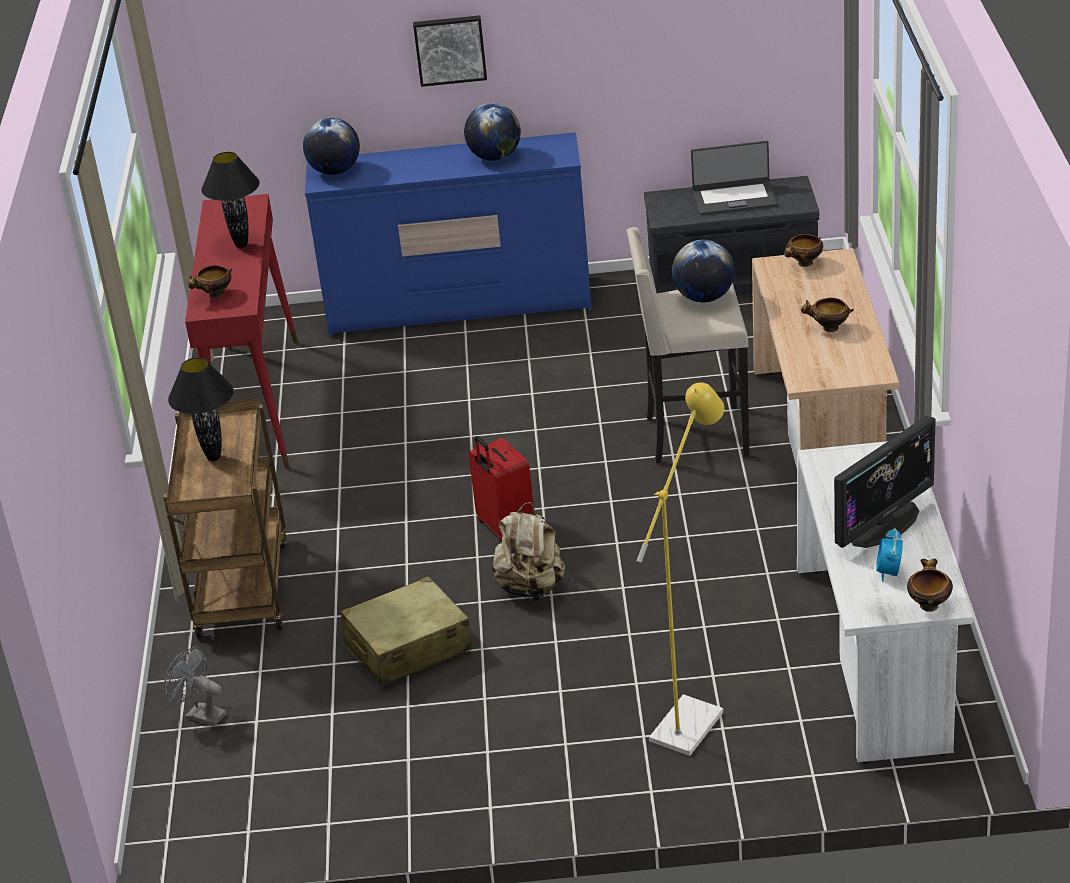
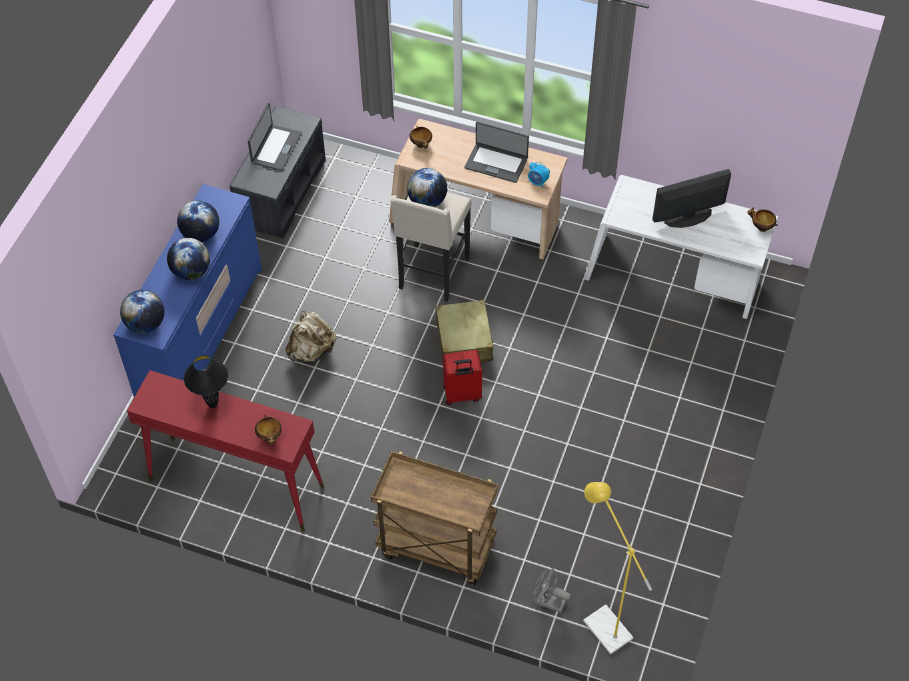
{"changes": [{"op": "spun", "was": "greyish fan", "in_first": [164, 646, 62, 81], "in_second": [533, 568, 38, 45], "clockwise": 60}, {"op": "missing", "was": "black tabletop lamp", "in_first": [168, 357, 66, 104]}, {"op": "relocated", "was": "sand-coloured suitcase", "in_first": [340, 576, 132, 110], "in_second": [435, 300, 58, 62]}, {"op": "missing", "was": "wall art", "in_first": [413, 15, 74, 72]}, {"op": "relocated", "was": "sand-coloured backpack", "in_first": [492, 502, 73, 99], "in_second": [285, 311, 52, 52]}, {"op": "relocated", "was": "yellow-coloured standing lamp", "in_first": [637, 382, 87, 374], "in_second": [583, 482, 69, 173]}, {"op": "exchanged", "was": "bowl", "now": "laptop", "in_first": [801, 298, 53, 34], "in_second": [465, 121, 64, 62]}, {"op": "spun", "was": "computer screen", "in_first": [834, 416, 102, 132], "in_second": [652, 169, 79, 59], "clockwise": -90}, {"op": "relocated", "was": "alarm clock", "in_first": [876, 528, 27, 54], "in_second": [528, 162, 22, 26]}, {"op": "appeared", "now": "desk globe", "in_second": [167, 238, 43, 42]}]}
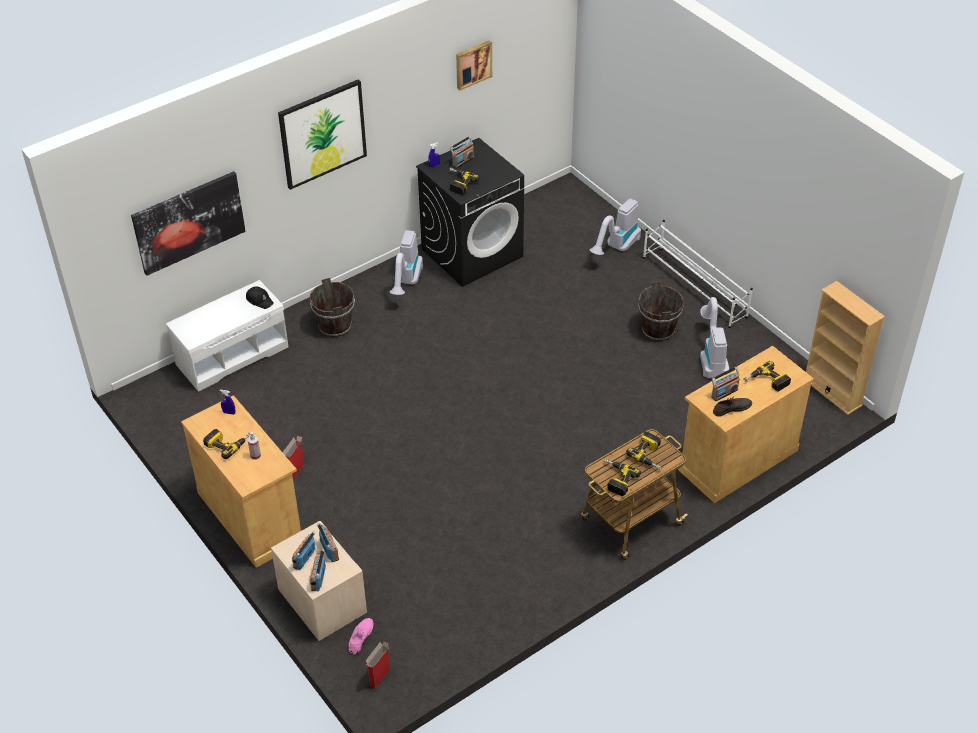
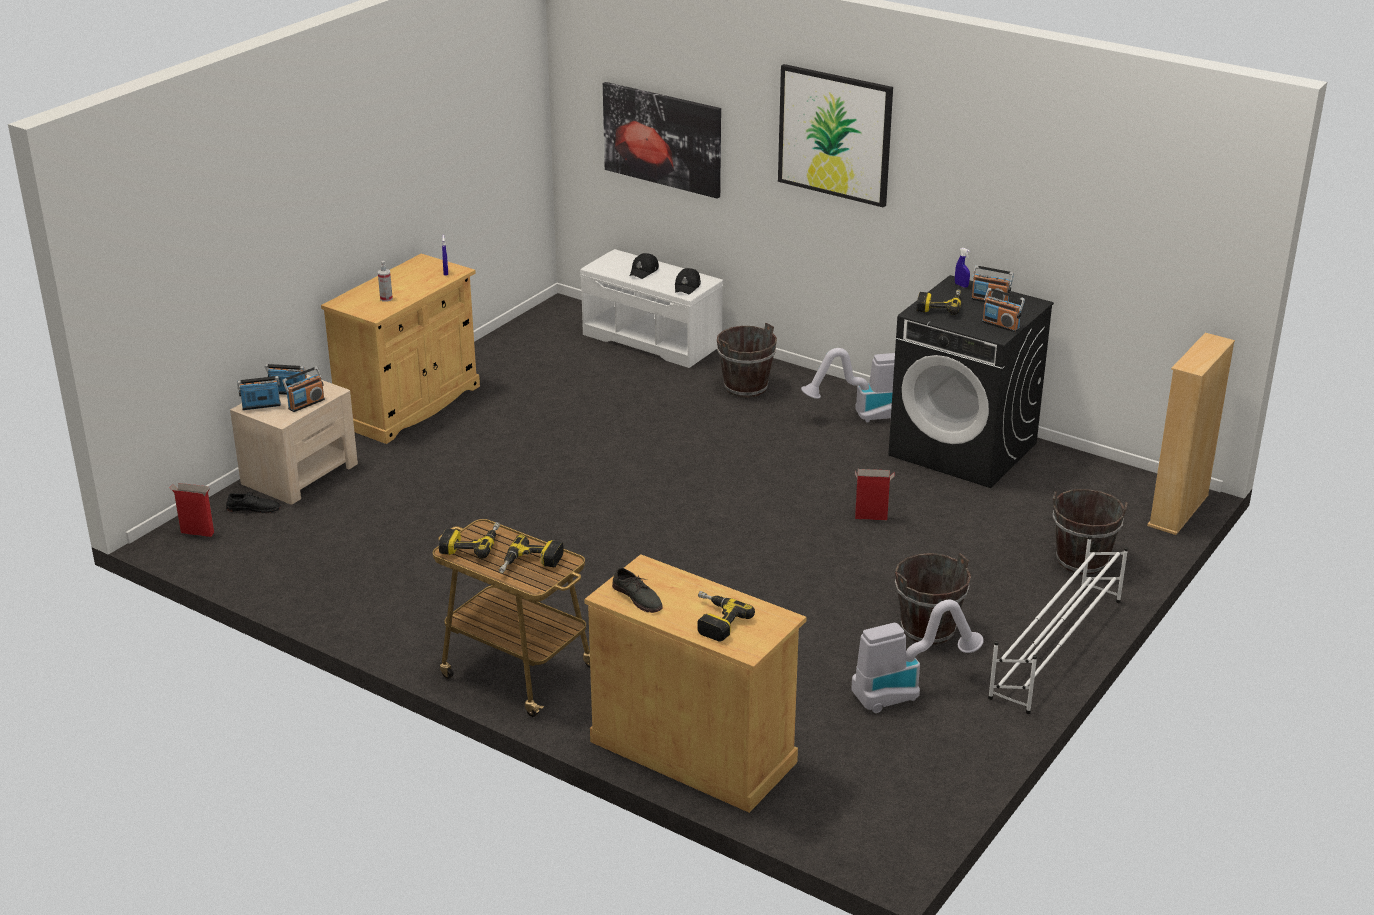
{"changes": [{"op": "missing", "was": "drill", "in_first": [203, 429, 47, 30]}, {"op": "relocated", "was": "carton", "in_first": [283, 436, 21, 44], "in_second": [855, 469, 39, 51]}, {"op": "colour", "was": "pink-coloured item of footwear", "now": "black item of footwear", "in_first": [349, 618, 25, 36], "in_second": [226, 492, 55, 21]}, {"op": "missing", "was": "wall art", "in_first": [456, 41, 36, 50]}, {"op": "exchanged", "was": "vacuum cleaner", "now": "brownish bucket", "in_first": [590, 198, 51, 57], "in_second": [1053, 489, 75, 86]}, {"op": "relocated", "was": "radio set", "in_first": [711, 367, 29, 34], "in_second": [982, 288, 43, 44]}, {"op": "relocated", "was": "sand-coloured shelving unit", "in_first": [806, 281, 79, 134], "in_second": [1147, 333, 88, 202]}, {"op": "appeared", "now": "black baseball cap", "in_second": [630, 253, 29, 26]}]}
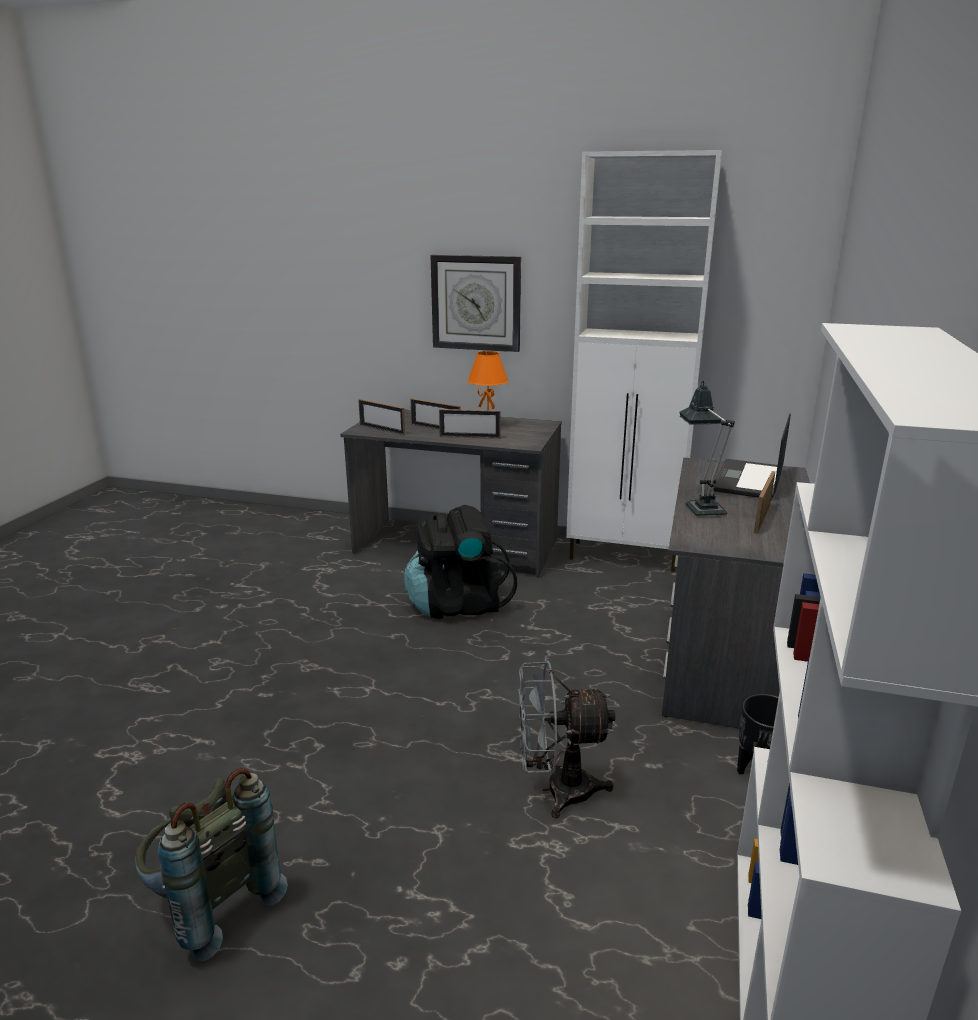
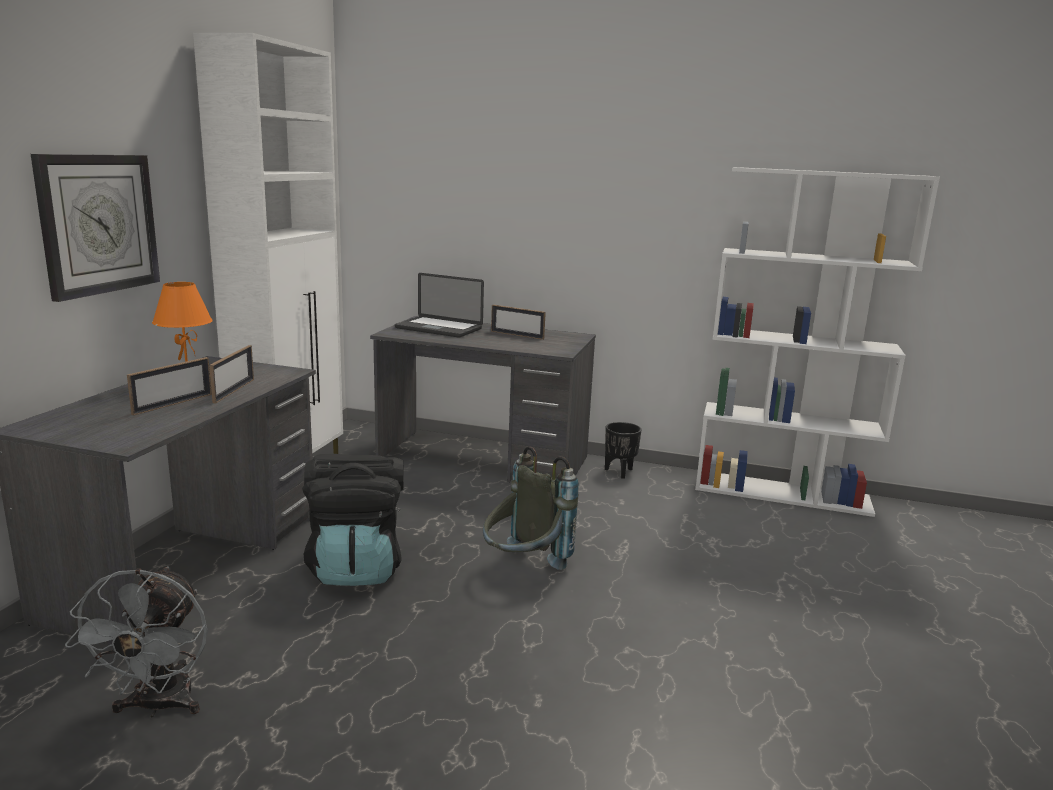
{"changes": [{"op": "relocated", "was": "greyish backpack", "in_first": [135, 768, 153, 193], "in_second": [483, 446, 96, 124]}, {"op": "missing", "was": "standing frame", "in_first": [358, 399, 47, 37]}, {"op": "relocated", "was": "greyish fan", "in_first": [518, 660, 98, 158], "in_second": [65, 566, 143, 152]}, {"op": "missing", "was": "tabletop lamp", "in_first": [680, 381, 55, 135]}]}
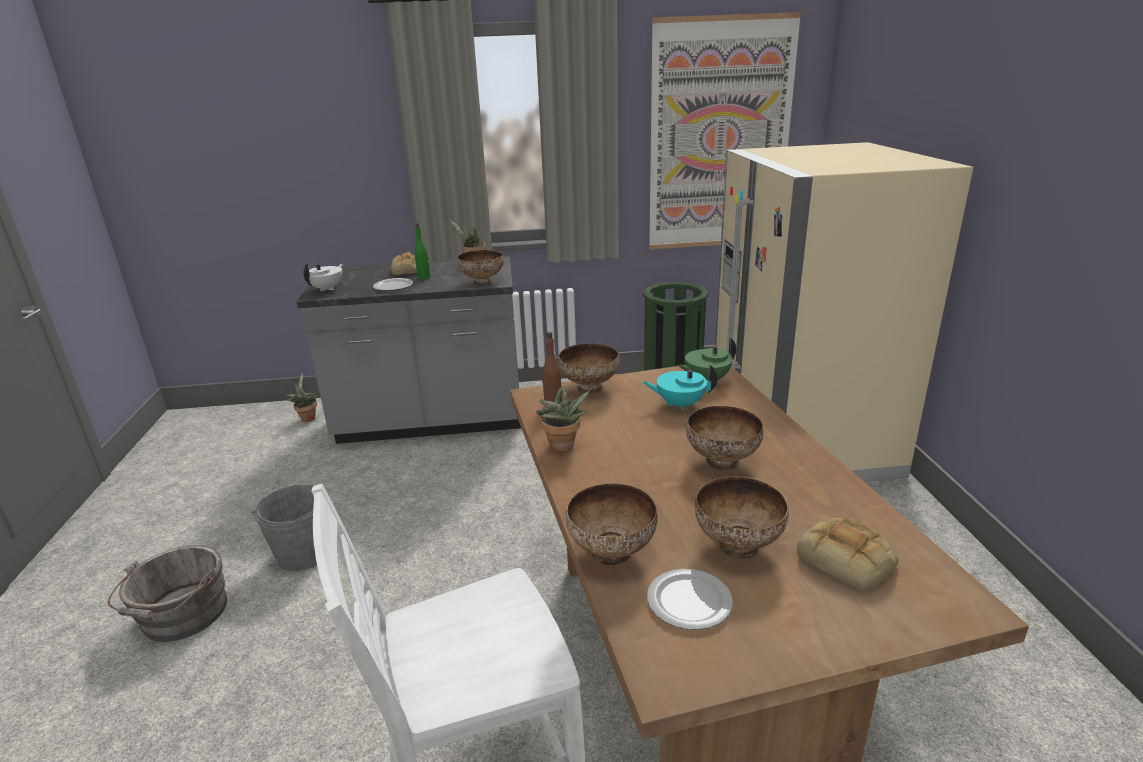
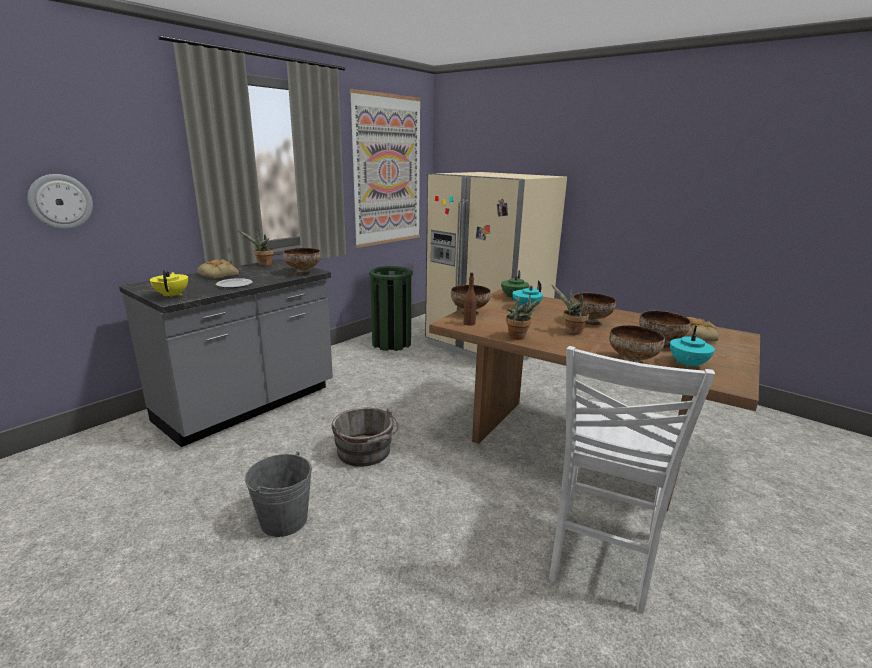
{"changes": [{"op": "relocated", "was": "greyish bucket", "in_first": [108, 545, 119, 97], "in_second": [332, 408, 66, 59]}, {"op": "relocated", "was": "plant in a pot", "in_first": [285, 373, 32, 49], "in_second": [551, 284, 38, 51]}, {"op": "colour", "was": "whitish pot for tea", "now": "yellow-coloured pot for tea", "in_first": [304, 264, 39, 28], "in_second": [150, 270, 38, 28]}, {"op": "missing", "was": "greenish beverage bottle", "in_first": [414, 223, 16, 56]}, {"op": "exchanged", "was": "dinner plate", "now": "turquoise-coloured pot for tea", "in_first": [647, 569, 86, 61], "in_second": [670, 326, 45, 43]}, {"op": "appeared", "now": "clock on the wall", "in_second": [27, 174, 66, 55]}]}
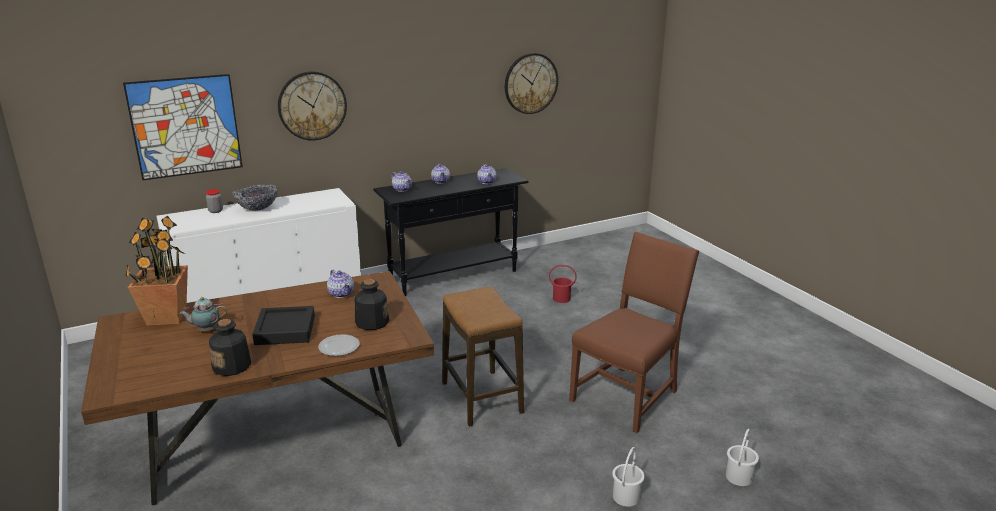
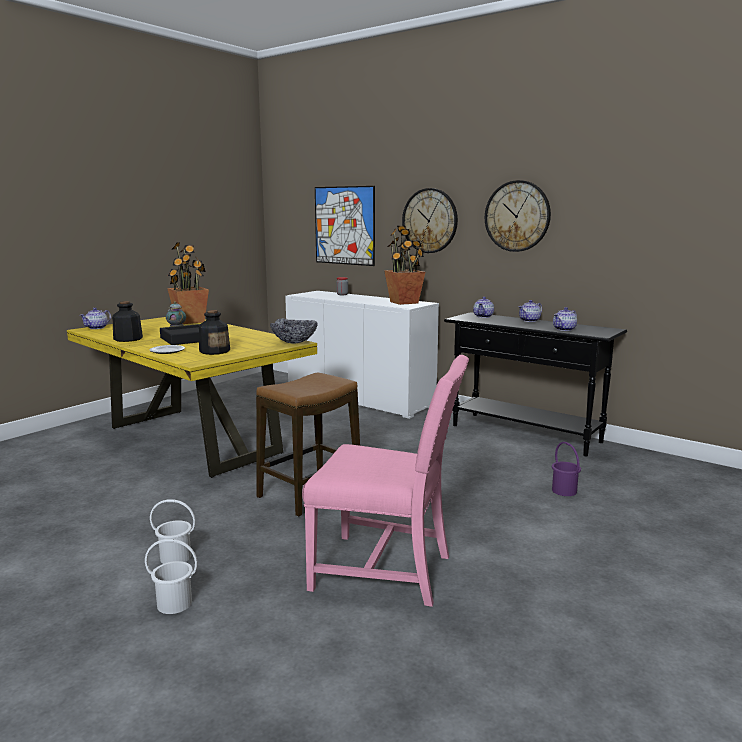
{"changes": [{"op": "colour", "was": "brownish kitchen table", "now": "yellow-coloured kitchen table", "in_first": [81, 271, 353, 234], "in_second": [67, 317, 250, 161]}, {"op": "relocated", "was": "bowl", "in_first": [233, 184, 45, 27], "in_second": [270, 318, 48, 26]}, {"op": "relocated", "was": "pot for tea", "in_first": [327, 270, 27, 28], "in_second": [80, 308, 31, 21]}, {"op": "relocated", "was": "clock on the wall", "in_first": [505, 53, 53, 61], "in_second": [485, 180, 66, 72]}, {"op": "colour", "was": "reddish bucket", "now": "purplish bucket", "in_first": [549, 265, 27, 38], "in_second": [552, 442, 29, 54]}, {"op": "colour", "was": "brownish plain chair", "now": "pink-coloured plain chair", "in_first": [569, 232, 130, 201], "in_second": [302, 355, 167, 252]}, {"op": "relocated", "was": "whitish bucket", "in_first": [726, 429, 33, 57], "in_second": [150, 499, 46, 65]}, {"op": "appeared", "now": "plant in a pot", "in_second": [384, 226, 41, 79]}]}
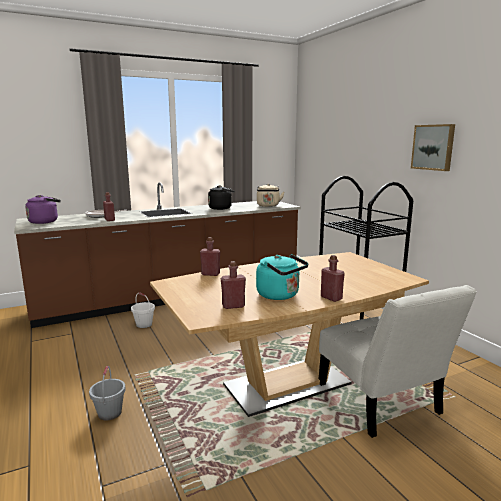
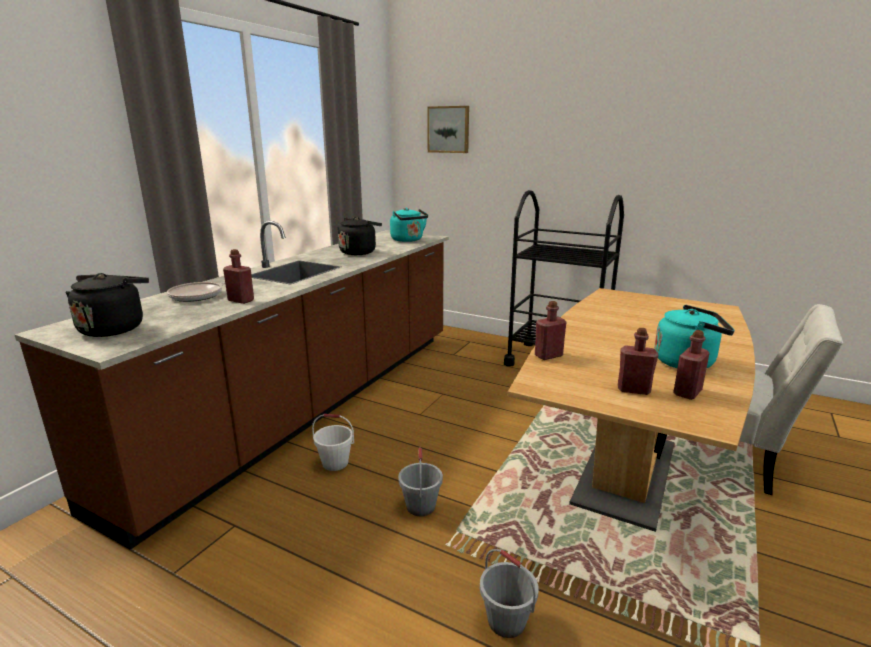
{"changes": [{"op": "colour", "was": "purplish water kettle", "now": "black water kettle", "in_first": [25, 195, 36, 29], "in_second": [65, 273, 84, 64]}, {"op": "colour", "was": "sand-coloured water kettle", "now": "turquoise-coloured water kettle", "in_first": [257, 184, 27, 23], "in_second": [390, 208, 38, 34]}, {"op": "relocated", "was": "reddish beverage bottle", "in_first": [321, 255, 24, 47], "in_second": [618, 328, 40, 67]}, {"op": "relocated", "was": "wall art", "in_first": [411, 124, 44, 47], "in_second": [427, 106, 42, 47]}, {"op": "appeared", "now": "greyish bucket", "in_second": [398, 447, 45, 69]}]}
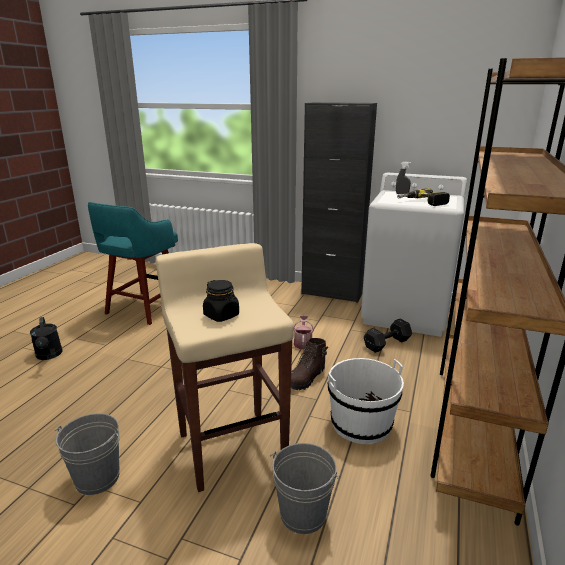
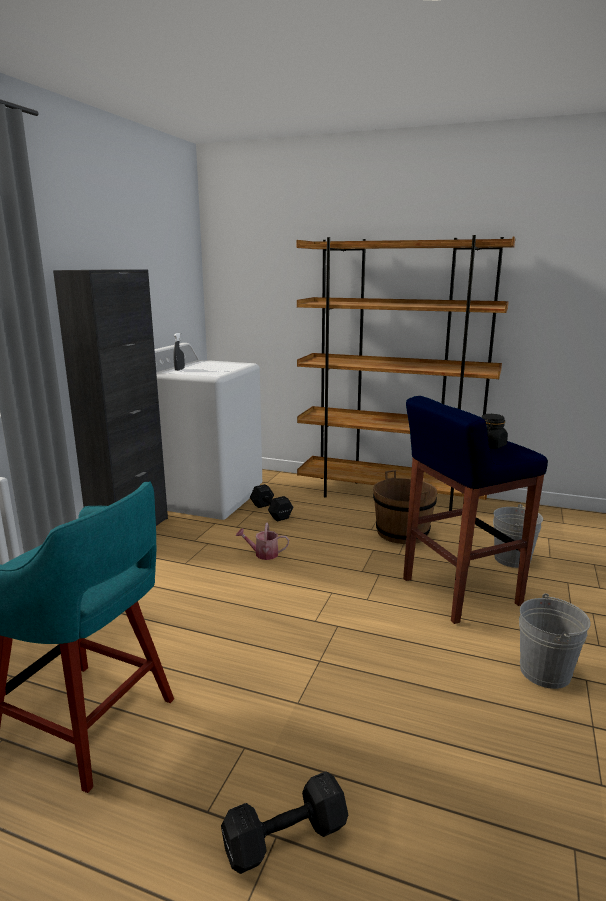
{"changes": [{"op": "exchanged", "was": "black watering pot", "now": "black free weight", "in_first": [30, 317, 32, 43], "in_second": [221, 771, 127, 103]}, {"op": "colour", "was": "sand-coloured stool", "now": "bluish stool", "in_first": [156, 243, 138, 249], "in_second": [403, 396, 145, 228]}, {"op": "missing", "was": "brownish high-top boot", "in_first": [291, 338, 37, 52]}, {"op": "colour", "was": "whitish bucket", "now": "brownish bucket", "in_first": [328, 358, 76, 86], "in_second": [373, 470, 64, 74]}, {"op": "missing", "was": "drill", "in_first": [397, 188, 53, 18]}]}
